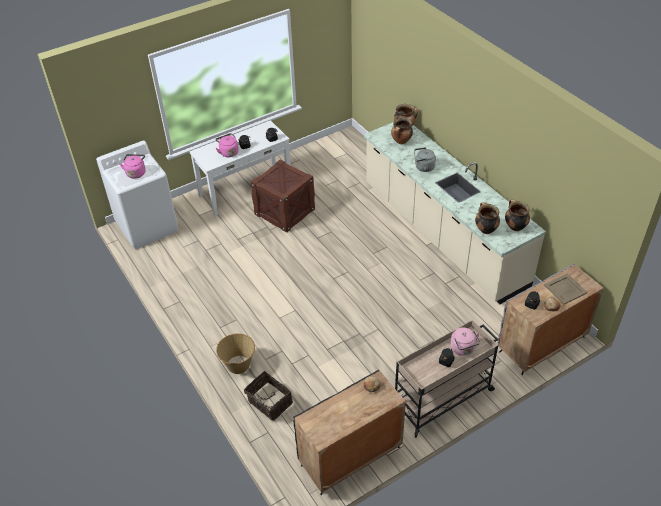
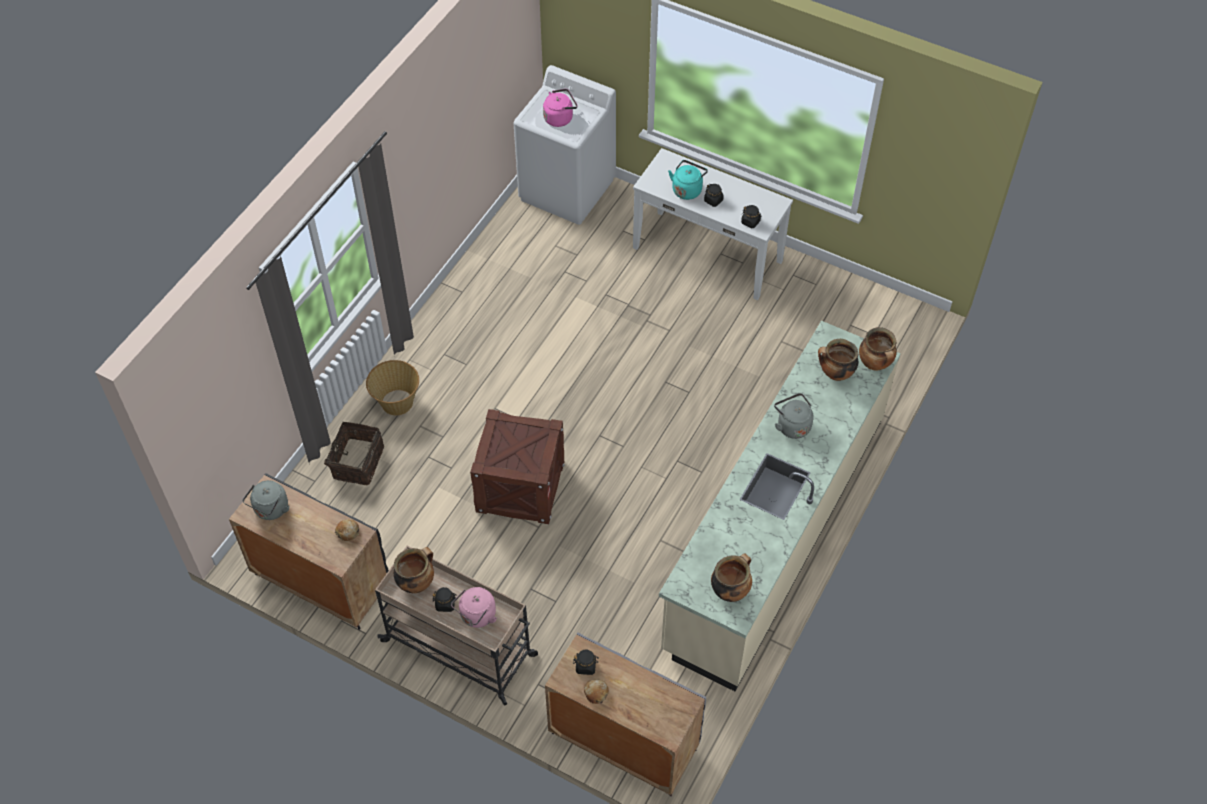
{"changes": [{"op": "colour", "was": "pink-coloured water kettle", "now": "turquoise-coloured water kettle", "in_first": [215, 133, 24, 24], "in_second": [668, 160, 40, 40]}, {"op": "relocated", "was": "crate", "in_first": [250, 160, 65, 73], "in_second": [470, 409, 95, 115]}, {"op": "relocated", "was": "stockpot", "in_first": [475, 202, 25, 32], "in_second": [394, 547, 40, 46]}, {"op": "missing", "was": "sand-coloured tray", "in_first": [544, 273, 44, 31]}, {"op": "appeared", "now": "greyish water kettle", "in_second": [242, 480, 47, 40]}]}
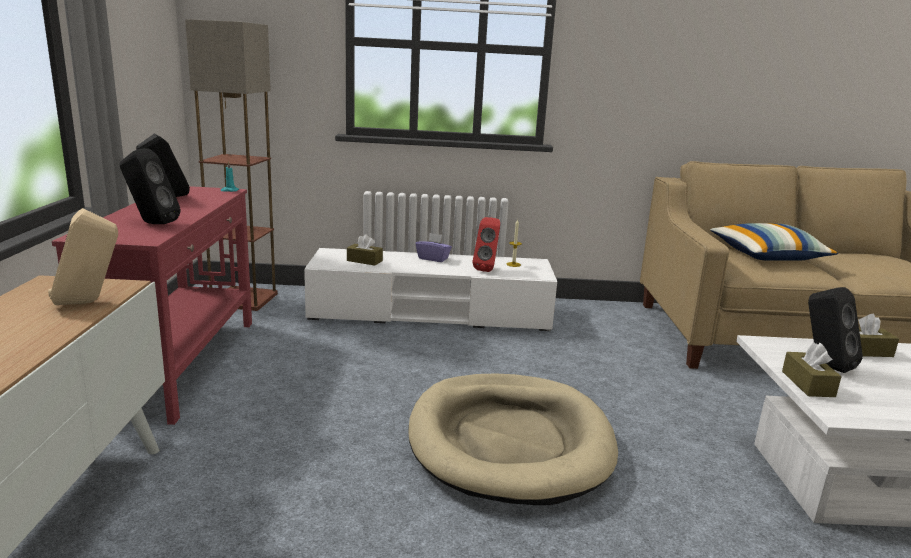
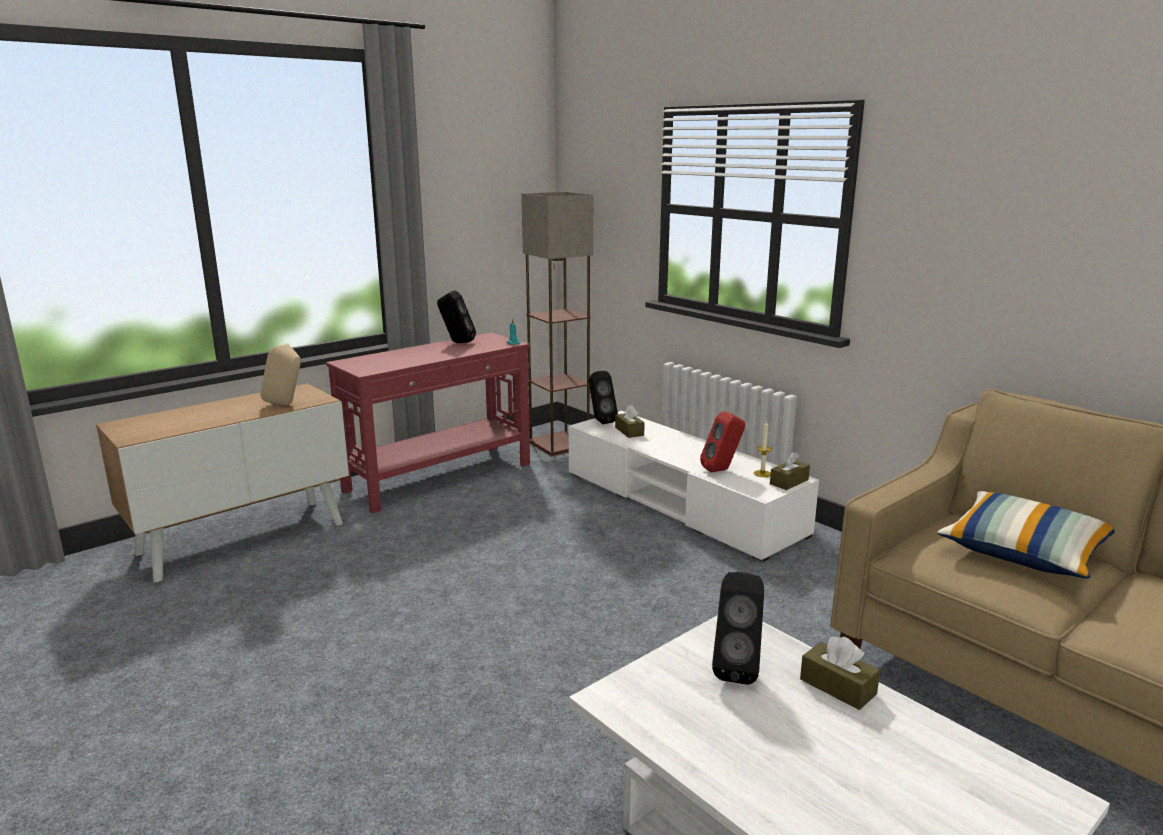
{"changes": [{"op": "relocated", "was": "black audio speaker", "in_first": [120, 148, 61, 76], "in_second": [589, 371, 29, 53]}, {"op": "missing", "was": "sand-coloured dog cushion", "in_first": [408, 373, 210, 132]}, {"op": "missing", "was": "purplish tissue box", "in_first": [416, 233, 36, 29]}, {"op": "relocated", "was": "brownish tissue box", "in_first": [782, 342, 60, 55], "in_second": [770, 452, 40, 38]}]}
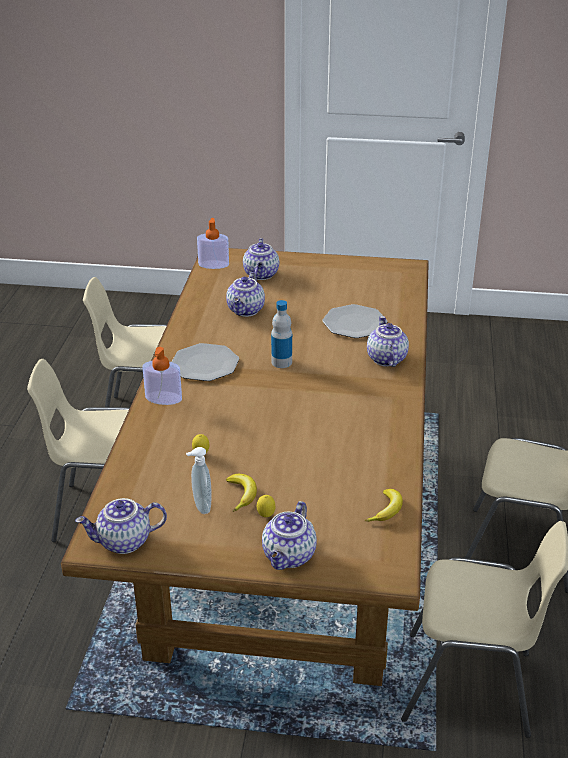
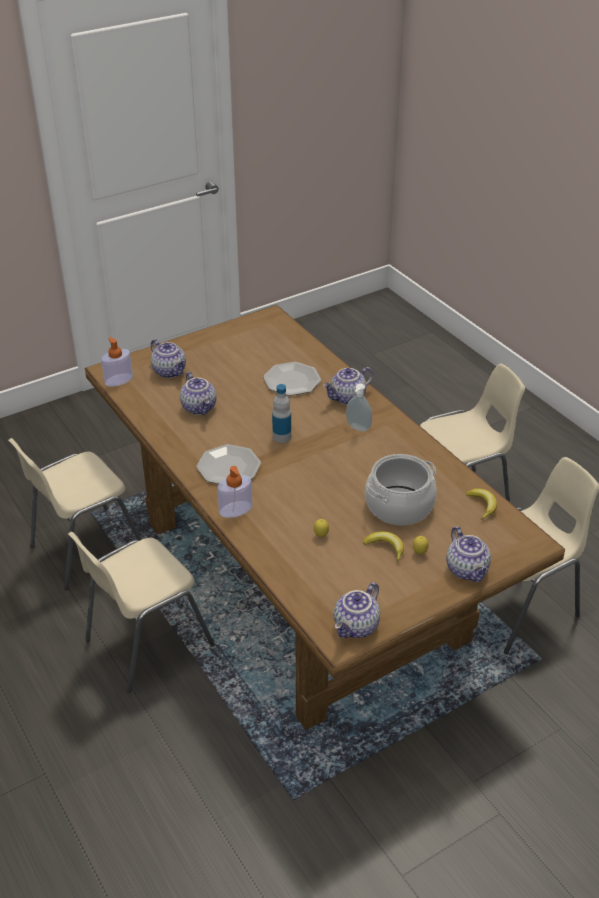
{"changes": [{"op": "relocated", "was": "soap dispenser", "in_first": [186, 447, 26, 67], "in_second": [346, 383, 26, 49]}, {"op": "spun", "was": "pot for tea", "in_first": [367, 316, 42, 51], "in_second": [323, 367, 50, 38], "clockwise": -75}, {"op": "appeared", "now": "stockpot", "in_second": [365, 454, 72, 71]}]}
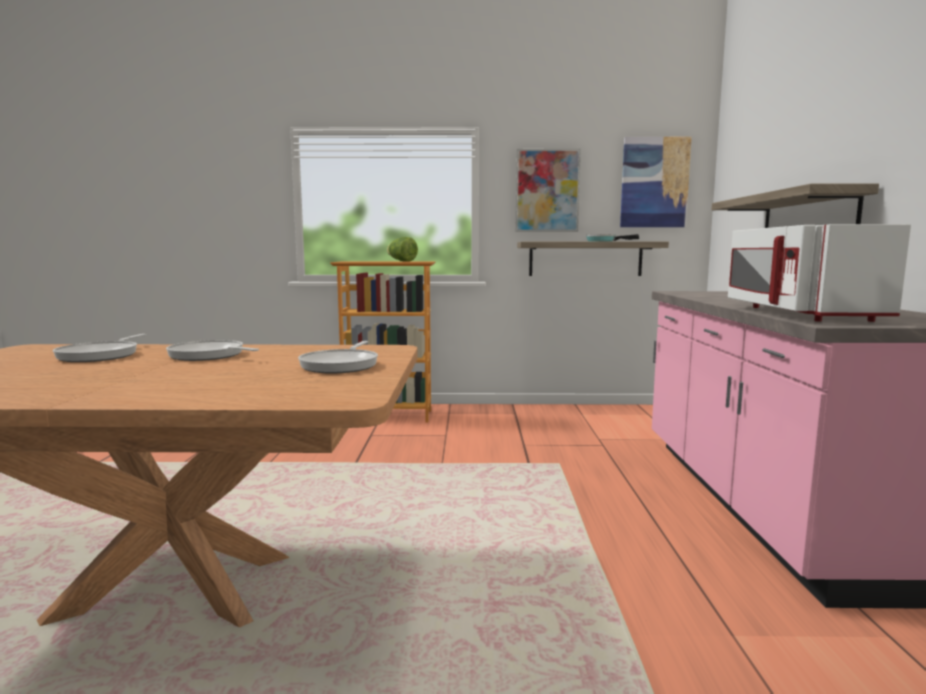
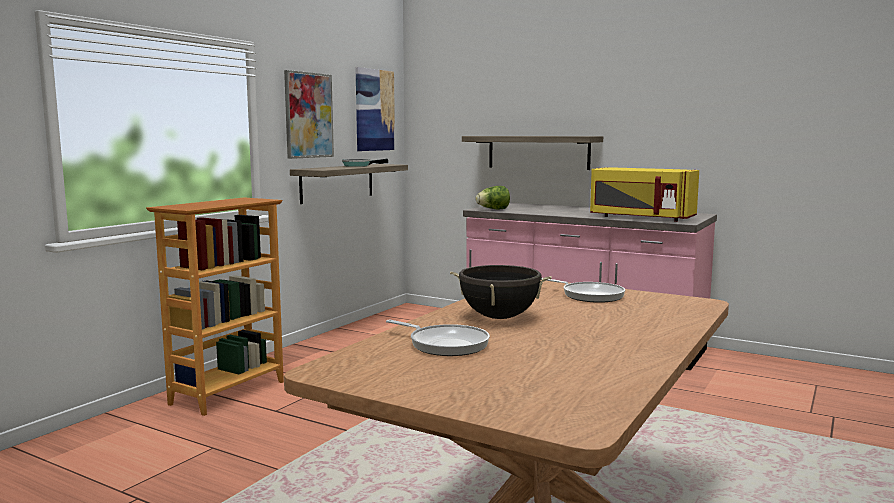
{"changes": [{"op": "exchanged", "was": "frying pan", "now": "black stockpot", "in_first": [166, 340, 93, 21], "in_second": [450, 265, 102, 54]}, {"op": "relocated", "was": "lettuce", "in_first": [387, 237, 31, 25], "in_second": [476, 186, 34, 24]}, {"op": "colour", "was": "whitish kitchen microwave", "now": "yellow-coloured kitchen microwave", "in_first": [728, 224, 183, 98], "in_second": [590, 167, 109, 55]}]}
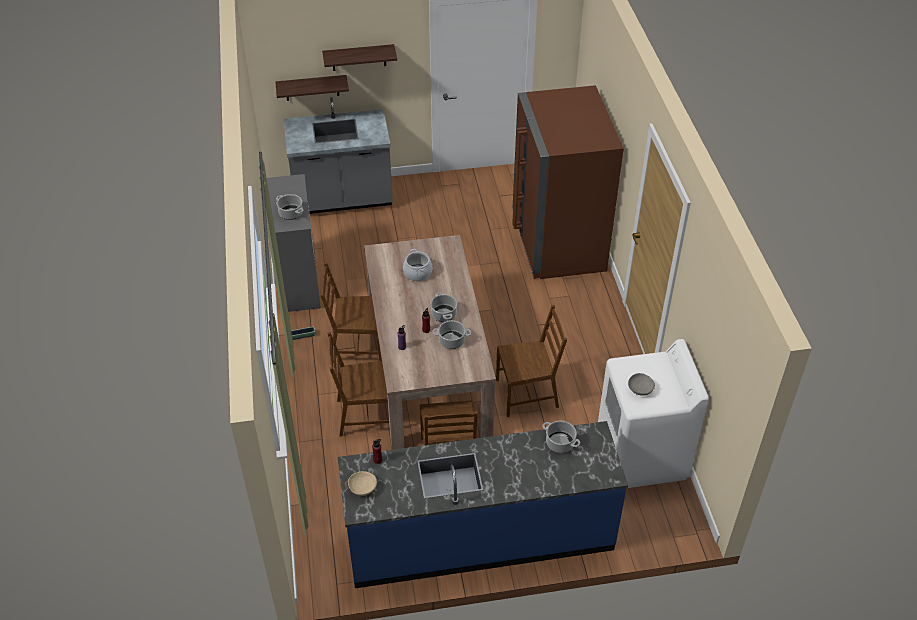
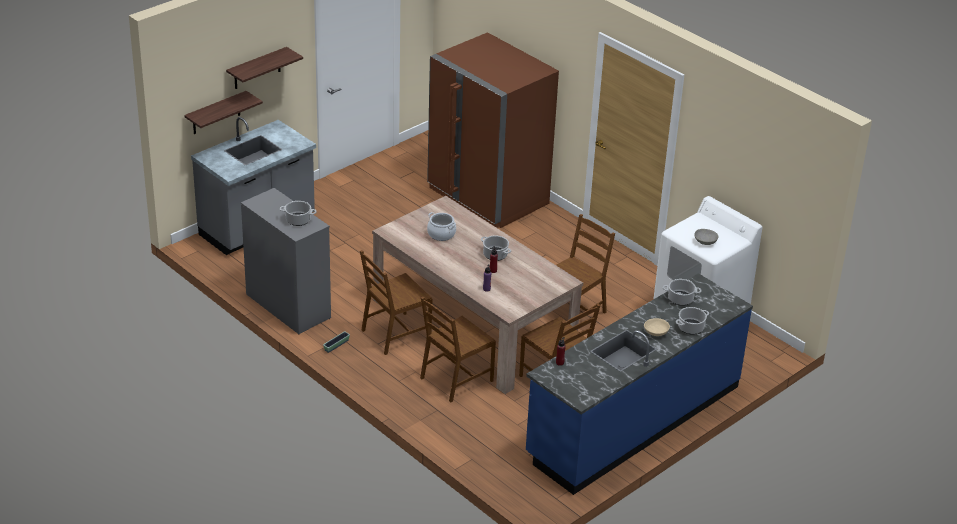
{"changes": [{"op": "relocated", "was": "sand-coloured bowl", "in_first": [348, 471, 29, 25], "in_second": [644, 318, 26, 18]}, {"op": "relocated", "was": "stockpot", "in_first": [432, 320, 40, 29], "in_second": [676, 307, 33, 28]}]}
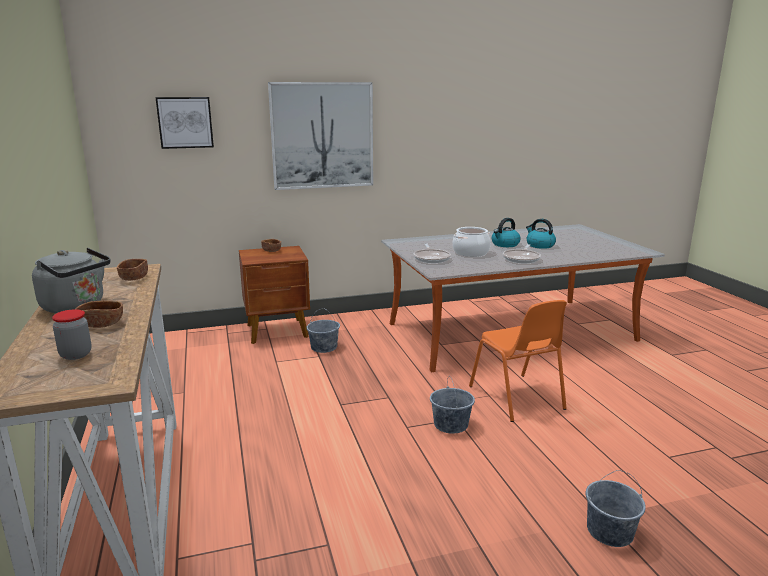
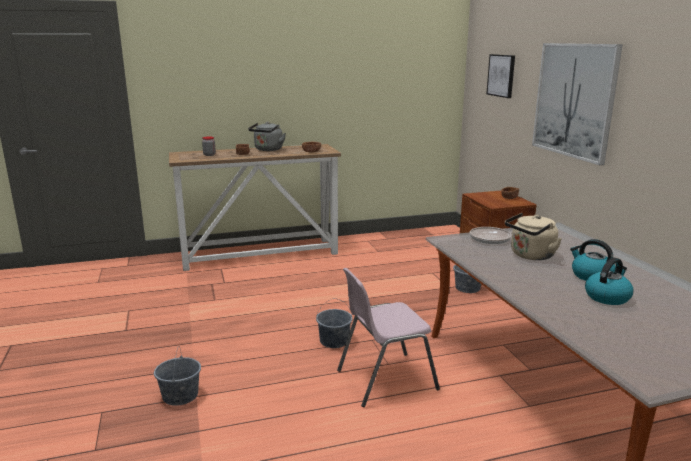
{"changes": [{"op": "exchanged", "was": "stockpot", "now": "sand-coloured water kettle", "in_first": [452, 227, 39, 30], "in_second": [505, 213, 57, 47]}, {"op": "colour", "was": "orange plain chair", "now": "pink-coloured plain chair", "in_first": [469, 300, 98, 122], "in_second": [337, 268, 103, 139]}, {"op": "missing", "was": "frying pan", "in_first": [503, 244, 38, 19]}]}
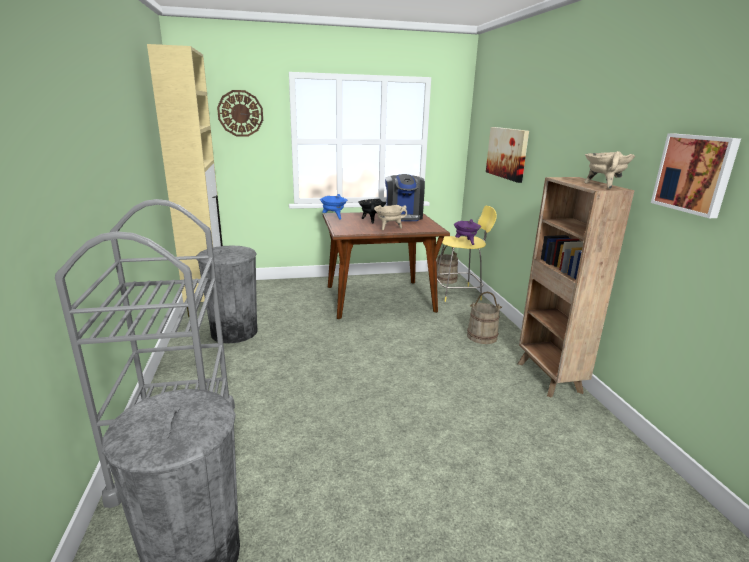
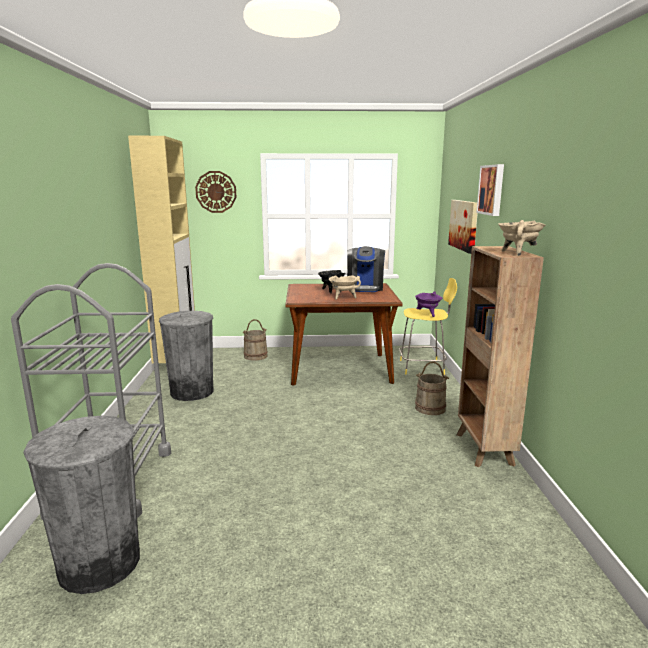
{"changes": [{"op": "missing", "was": "bluish stockpot", "in_first": [320, 194, 27, 26]}, {"op": "relocated", "was": "sand-coloured bucket", "in_first": [437, 245, 21, 39], "in_second": [243, 319, 25, 41]}, {"op": "relocated", "was": "wall art", "in_first": [651, 133, 90, 85], "in_second": [476, 164, 28, 52]}]}
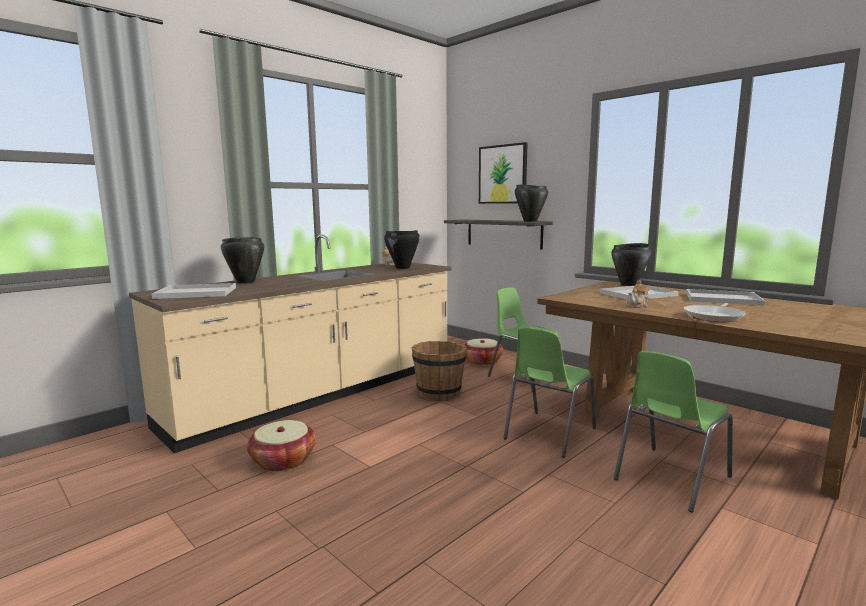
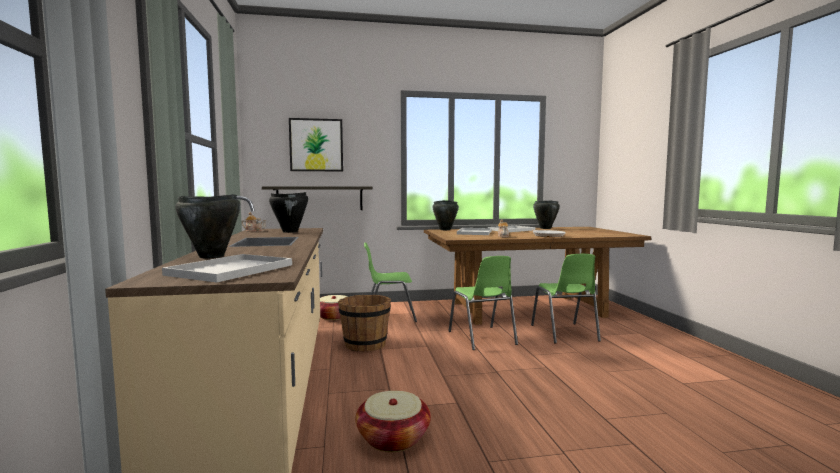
{"changes": [{"op": "relocated", "was": "black stockpot", "in_first": [515, 184, 33, 38], "in_second": [533, 201, 27, 28]}]}
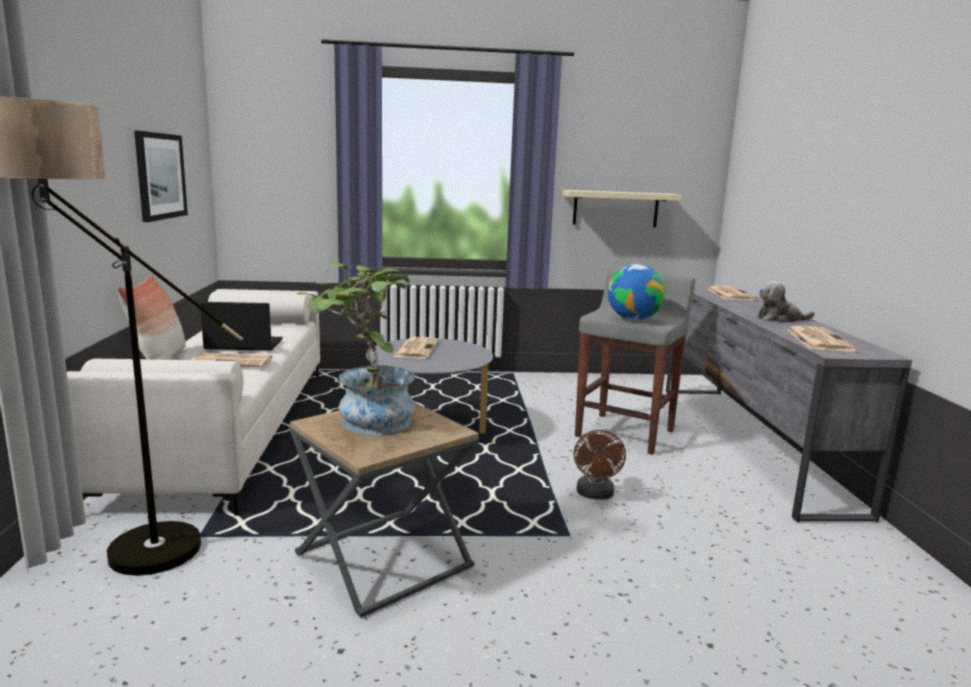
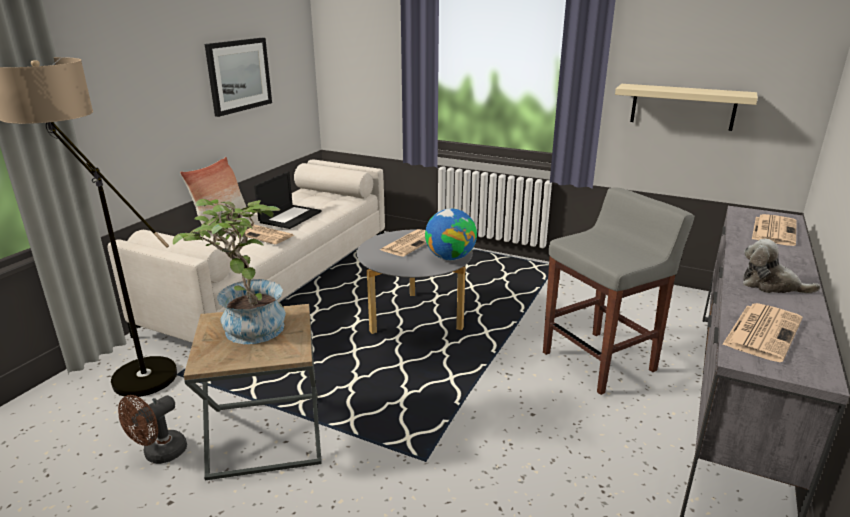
{"changes": [{"op": "spun", "was": "laptop", "in_first": [200, 302, 82, 48], "in_second": [254, 171, 68, 58], "clockwise": 90}, {"op": "relocated", "was": "brownish fan", "in_first": [574, 430, 52, 70], "in_second": [118, 395, 69, 69]}, {"op": "relocated", "was": "desk globe", "in_first": [608, 264, 57, 56], "in_second": [425, 208, 52, 52]}]}
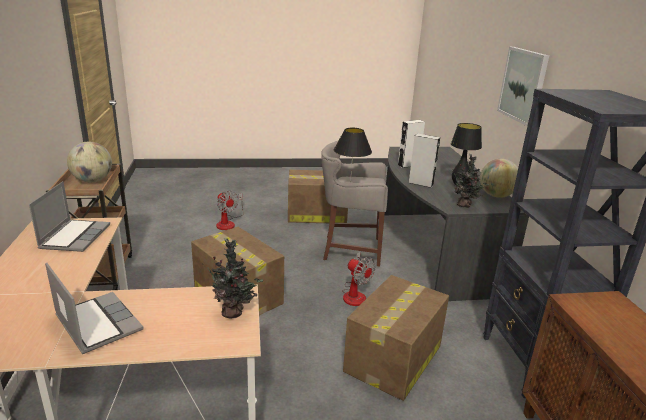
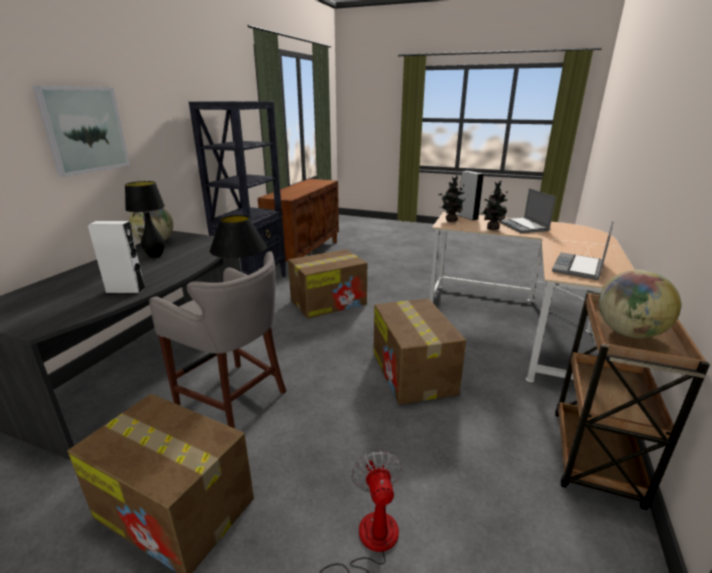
{"changes": [{"op": "missing", "was": "fan", "in_first": [342, 252, 34, 54]}, {"op": "relocated", "was": "greyish audio speaker", "in_first": [409, 133, 31, 55], "in_second": [457, 171, 27, 49]}, {"op": "relocated", "was": "plant in a pot", "in_first": [454, 154, 35, 54], "in_second": [481, 181, 28, 49]}]}
